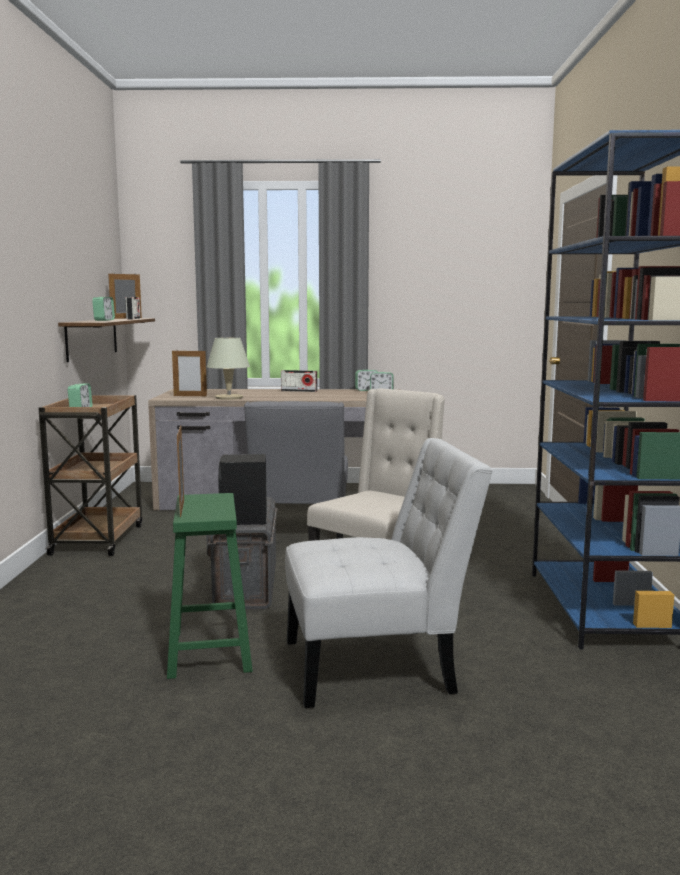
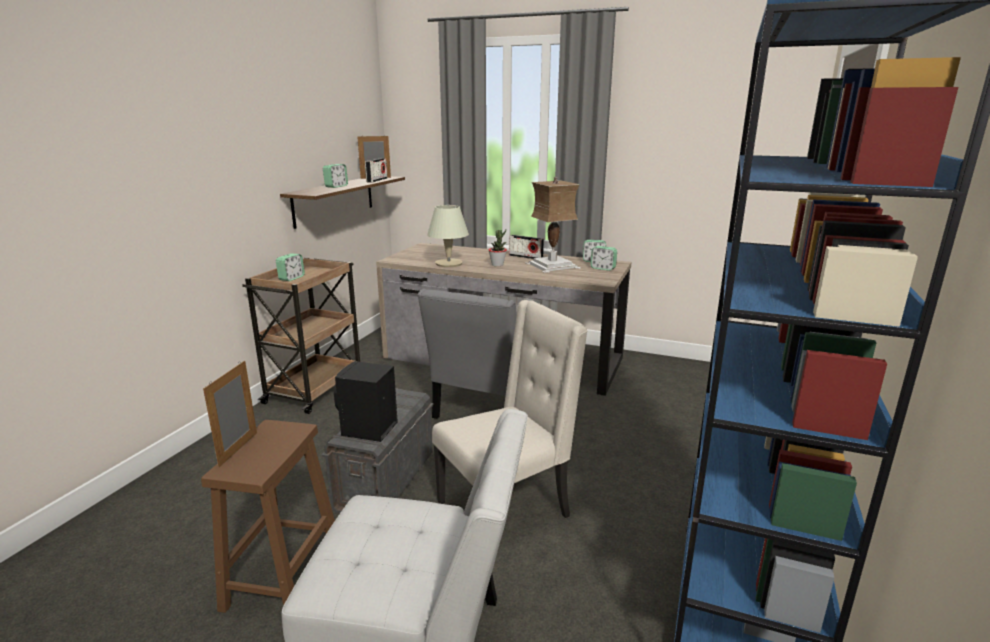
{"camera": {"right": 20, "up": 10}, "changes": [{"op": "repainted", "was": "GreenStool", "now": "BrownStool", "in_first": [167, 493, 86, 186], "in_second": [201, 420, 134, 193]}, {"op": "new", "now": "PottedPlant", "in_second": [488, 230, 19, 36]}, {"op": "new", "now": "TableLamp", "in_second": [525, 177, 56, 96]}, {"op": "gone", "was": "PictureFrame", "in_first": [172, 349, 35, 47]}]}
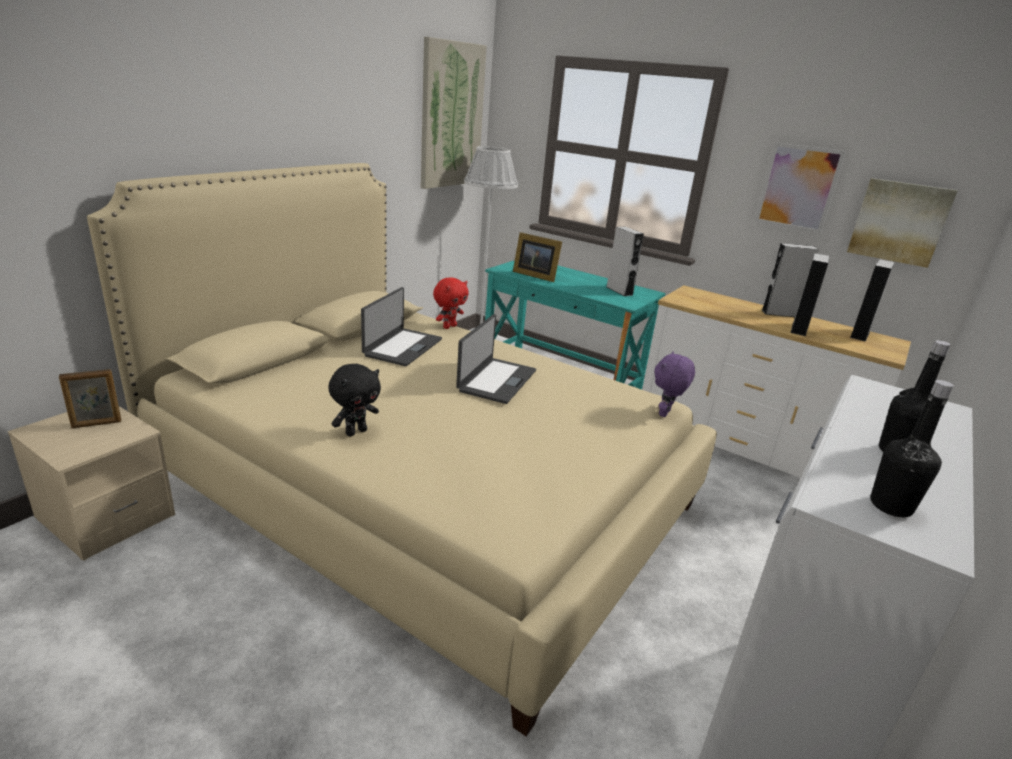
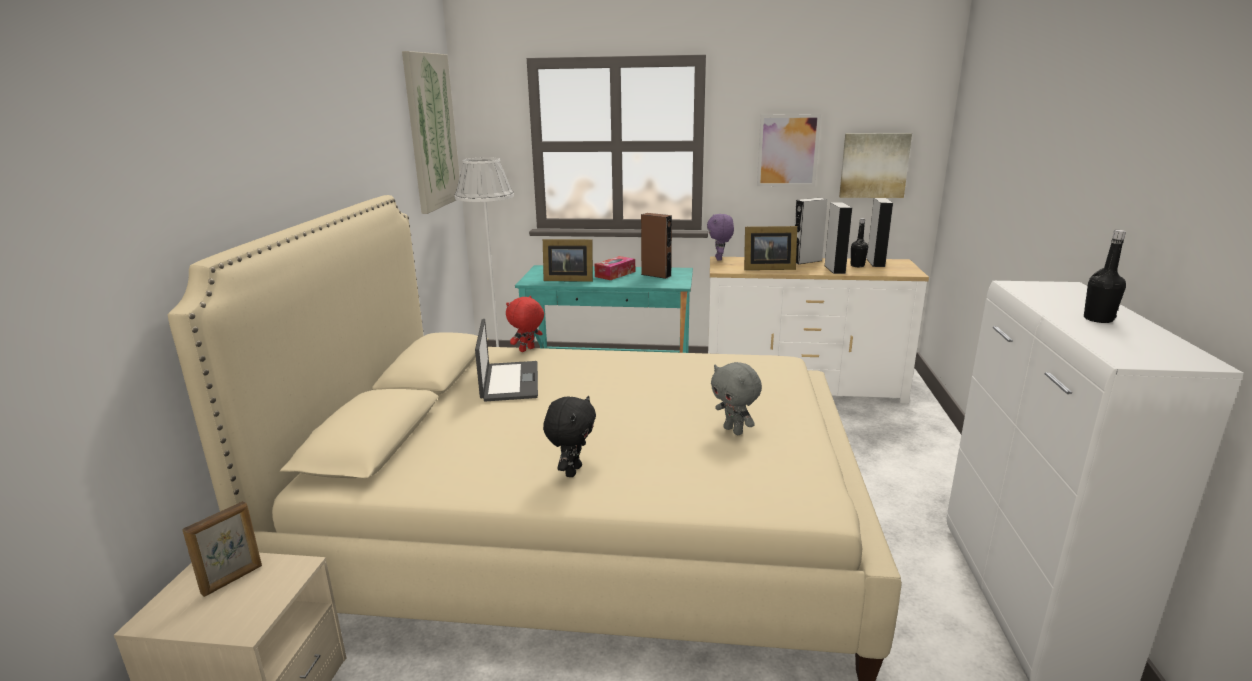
{"camera": {"right": -25, "up": -5}, "changes": [{"op": "rotated", "was": "RedCuddlyToy", "in_first": [433, 277, 36, 52], "in_second": [506, 296, 38, 56], "clockwise": -150}, {"op": "new", "now": "BoxOfTissues", "in_second": [594, 256, 41, 24]}, {"op": "repainted", "was": "GrayLoudspeaker", "now": "BrownLoudspeaker", "in_first": [607, 227, 37, 69], "in_second": [641, 213, 31, 66]}, {"op": "shifted", "was": "PurpleColouredCuddlyToy", "in_first": [654, 351, 41, 66], "in_second": [707, 214, 27, 47]}, {"op": "new", "now": "GrayCuddlyToy", "in_second": [711, 362, 51, 73]}, {"op": "new", "now": "PictureFrame", "in_second": [744, 226, 53, 44]}, {"op": "shifted", "was": "BlackColouredBottle", "in_first": [870, 380, 84, 137], "in_second": [851, 218, 17, 49]}, {"op": "gone", "was": "PortableComputer", "in_first": [456, 314, 80, 90]}]}
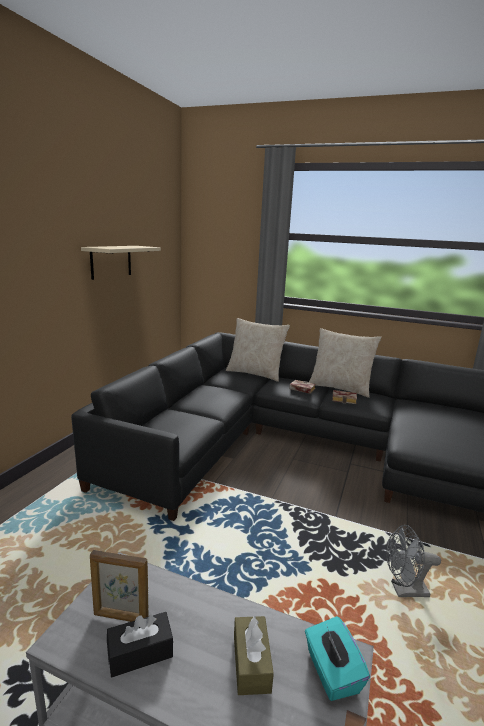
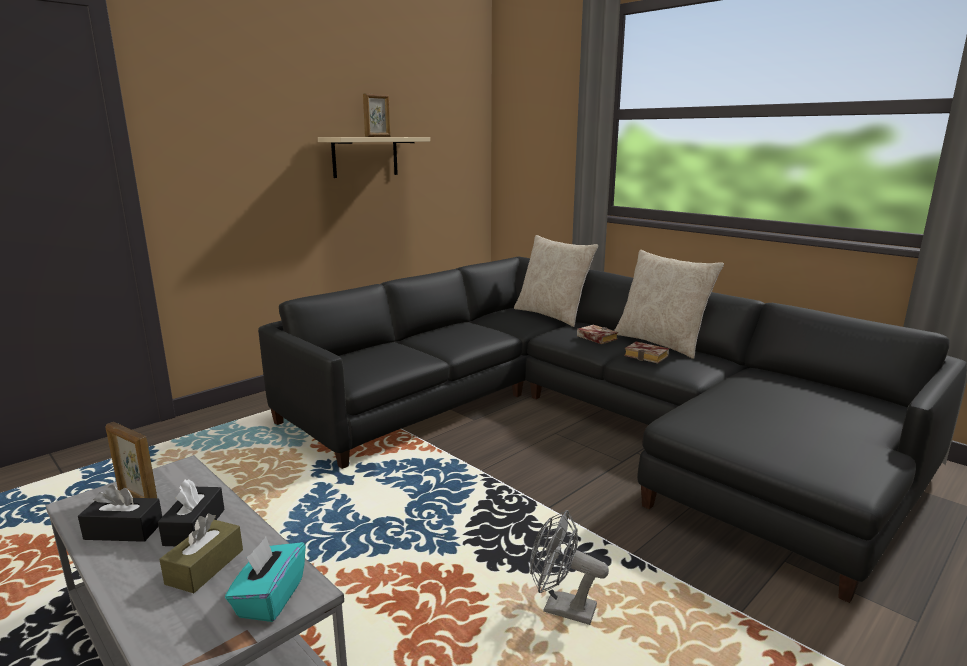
{"camera": {"right": 25, "up": 0}, "changes": [{"op": "new", "now": "BlackColouredBoxOfTissues", "in_second": [158, 479, 67, 67]}, {"op": "new", "now": "PictureFrame", "in_second": [363, 93, 28, 44]}]}
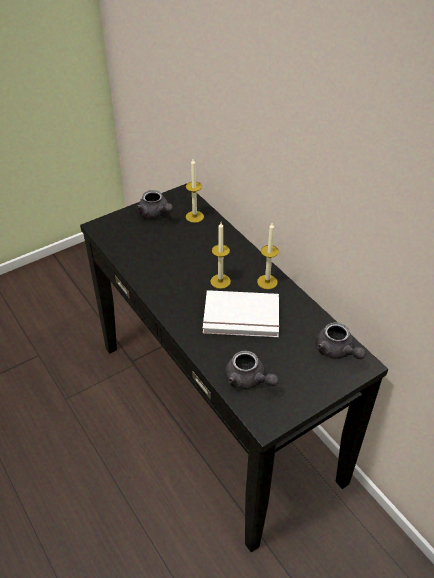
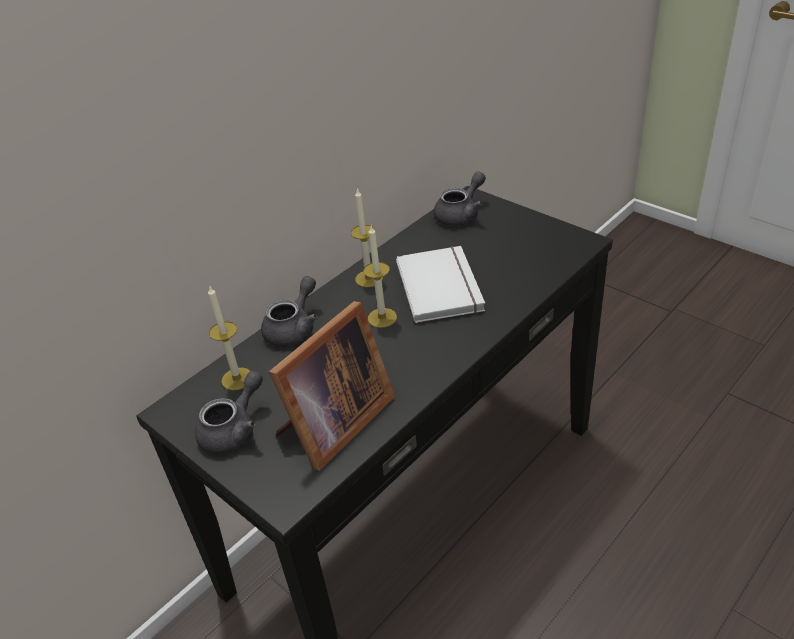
{"camera": {"right": -100, "up": -5}, "changes": [{"op": "shifted", "was": "GrayTeapot", "in_first": [225, 351, 54, 38], "in_second": [261, 276, 57, 71]}, {"op": "new", "now": "PictureFrame", "in_second": [269, 301, 126, 170]}]}
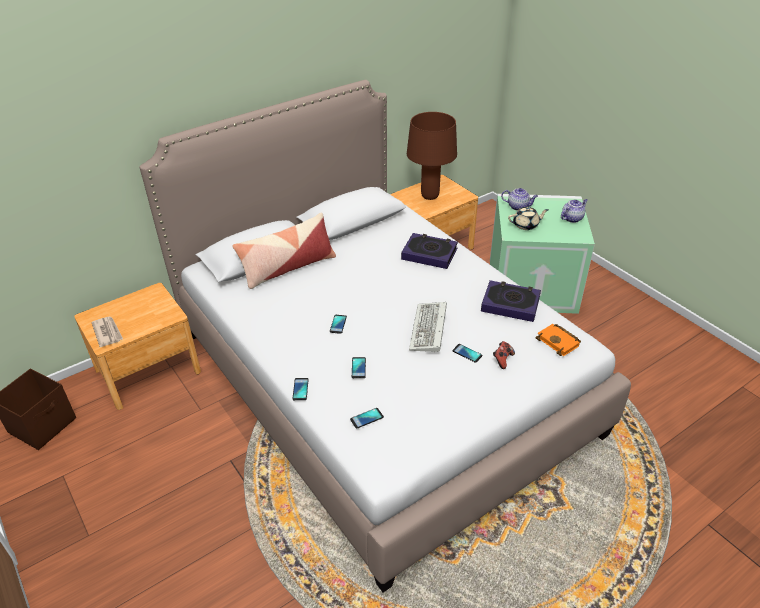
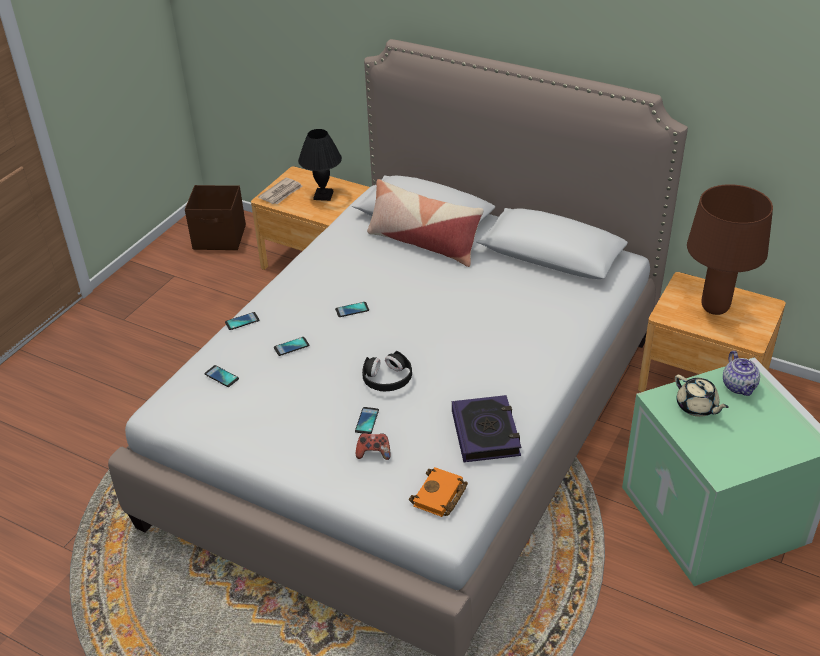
{"camera": {"right": 65, "up": 0}, "changes": [{"op": "new", "now": "BlackColouredTableLamp", "in_second": [298, 129, 44, 72]}, {"op": "swapped", "was": "ComputerKeyboard", "now": "BlackColouredHeadset", "in_first": [409, 302, 38, 50], "in_second": [362, 351, 50, 40]}, {"op": "gone", "was": "BoundBook", "in_first": [401, 233, 57, 36]}, {"op": "gone", "was": "Teapot", "in_first": [561, 199, 27, 24]}]}
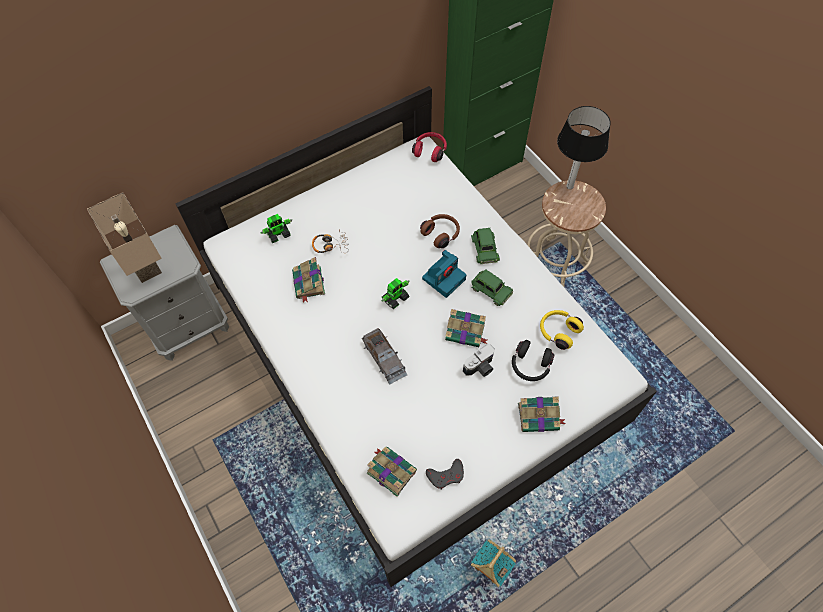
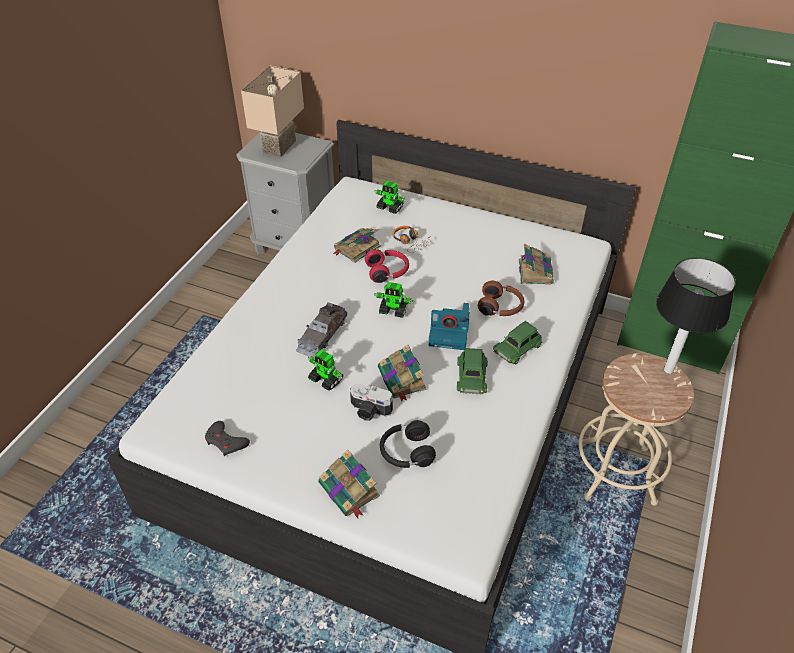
{"camera": {"right": 55, "up": -15}, "changes": [{"op": "new", "now": "RobotFigure", "in_second": [308, 349, 36, 42]}, {"op": "shifted", "was": "RedHeadset", "in_first": [412, 132, 35, 30], "in_second": [365, 249, 44, 34]}, {"op": "shifted", "was": "BoundBook", "in_first": [367, 447, 50, 50], "in_second": [519, 244, 35, 41]}, {"op": "gone", "was": "MiniatureHouse", "in_first": [471, 540, 45, 47]}, {"op": "gone", "was": "YellowishHeadset", "in_first": [540, 310, 44, 40]}]}
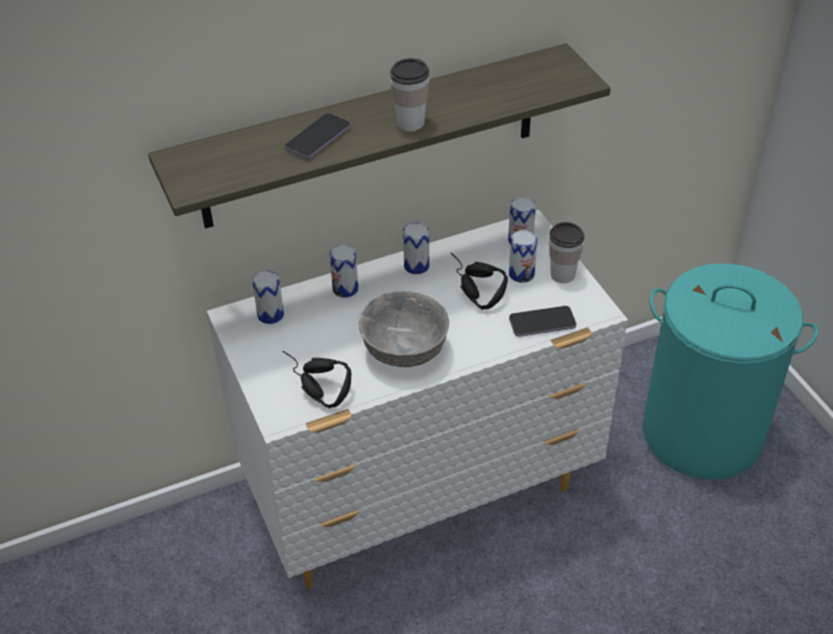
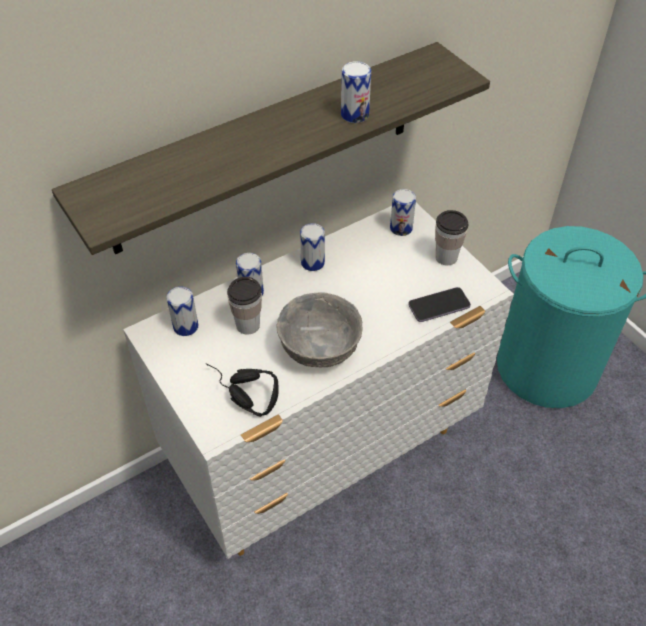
{"camera": {"right": -10, "up": 5}, "changes": [{"op": "shifted", "was": "DrinkingCup", "in_first": [390, 58, 39, 73], "in_second": [227, 277, 35, 57]}, {"op": "shifted", "was": "SealedCan", "in_first": [509, 230, 28, 53], "in_second": [341, 61, 30, 62]}, {"op": "gone", "was": "Telephone", "in_first": [285, 113, 66, 46]}, {"op": "gone", "was": "BlackColouredHeadset", "in_first": [451, 253, 57, 56]}]}
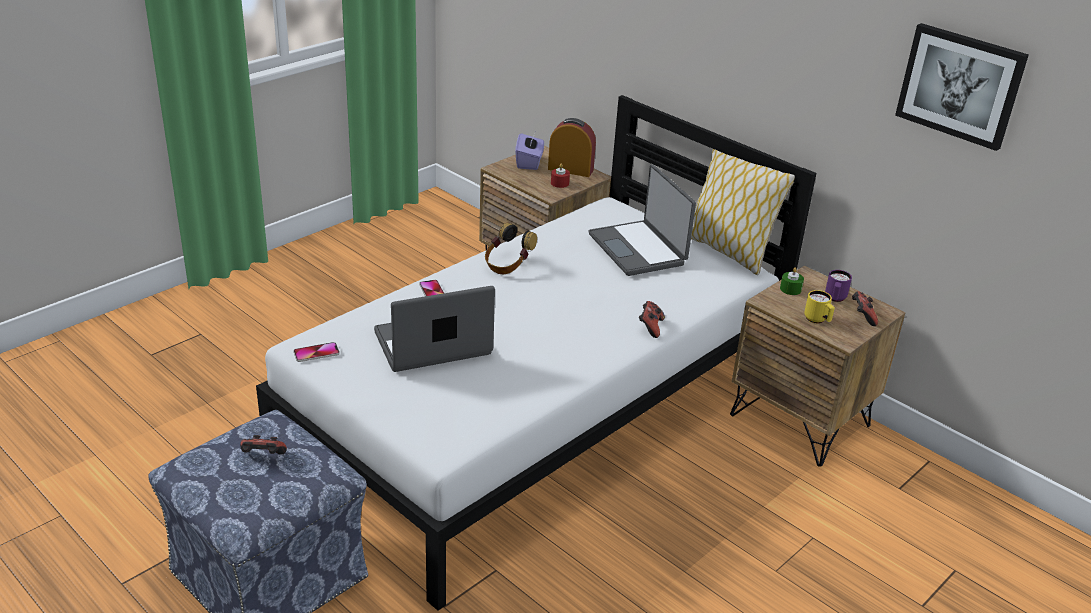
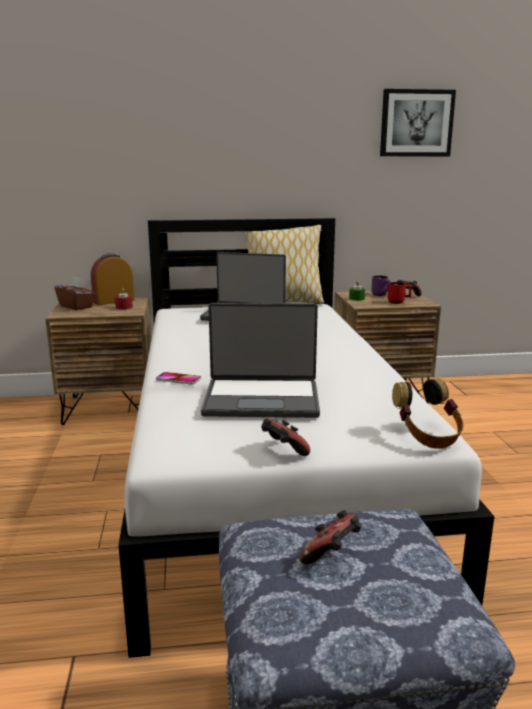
{"camera": {"right": -50, "up": -15}, "changes": [{"op": "repainted", "was": "PurpleColouredBoxOfTissues", "now": "BrownBoxOfTissues", "in_first": [516, 133, 28, 37], "in_second": [55, 277, 40, 33]}, {"op": "rotated", "was": "PortableComputer", "in_first": [374, 286, 121, 86], "in_second": [201, 303, 119, 115], "clockwise": -105}, {"op": "shifted", "was": "Gamepad", "in_first": [639, 301, 26, 37], "in_second": [261, 418, 49, 38]}, {"op": "repainted", "was": "YellowishCoffeeMug", "now": "RedCoffeeMug", "in_first": [804, 290, 31, 33], "in_second": [388, 282, 24, 22]}, {"op": "shifted", "was": "Headset", "in_first": [485, 222, 52, 52], "in_second": [392, 378, 71, 71]}, {"op": "gone", "was": "Telephone", "in_first": [294, 342, 46, 20]}]}
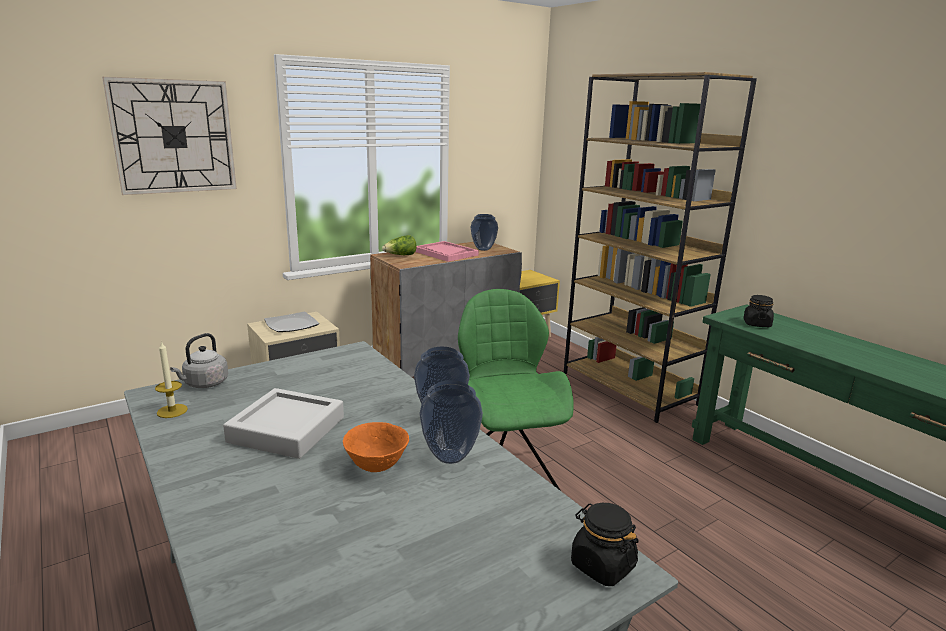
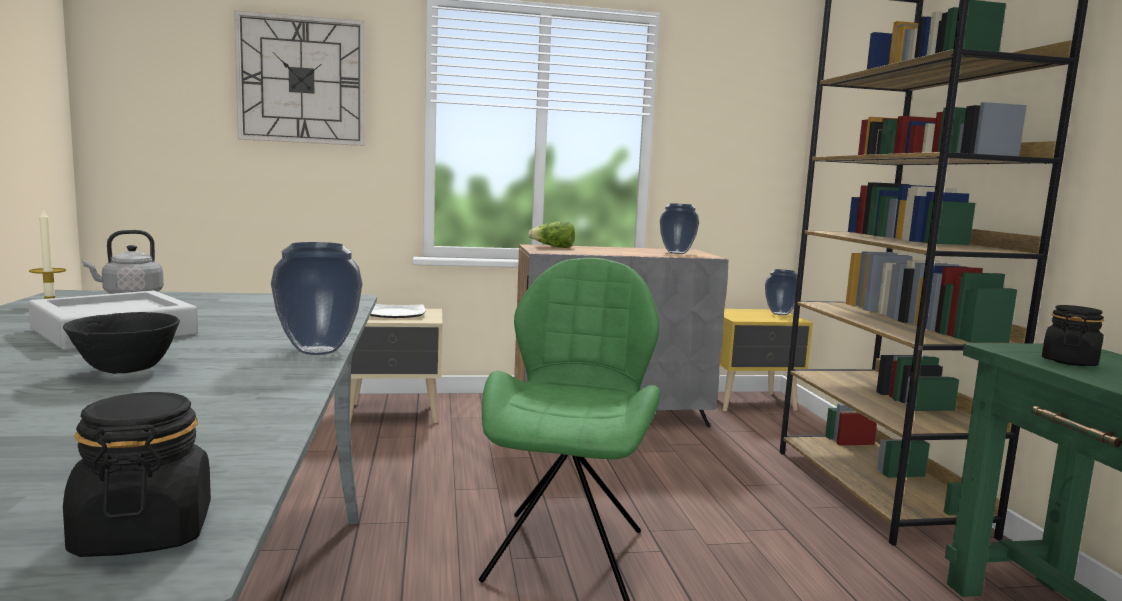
{"camera": {"right": 25, "up": -10}, "changes": [{"op": "repainted", "was": "OrangeDeepDish", "now": "BlackColouredDeepDish", "in_first": [343, 422, 66, 50], "in_second": [63, 312, 117, 62]}, {"op": "shifted", "was": "DecorativeVase", "in_first": [419, 380, 64, 84], "in_second": [765, 269, 33, 46]}, {"op": "gone", "was": "PinkishTray", "in_first": [415, 241, 64, 21]}]}
